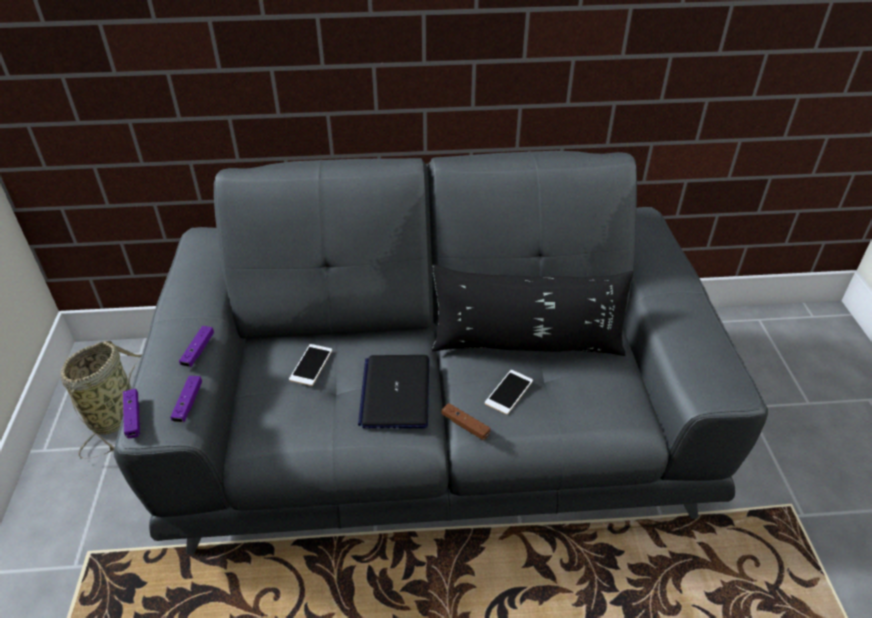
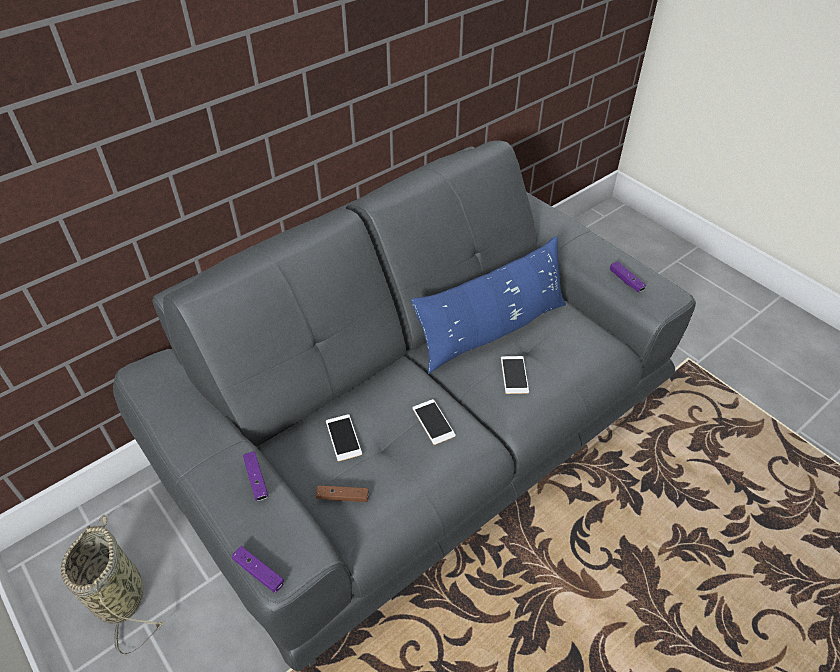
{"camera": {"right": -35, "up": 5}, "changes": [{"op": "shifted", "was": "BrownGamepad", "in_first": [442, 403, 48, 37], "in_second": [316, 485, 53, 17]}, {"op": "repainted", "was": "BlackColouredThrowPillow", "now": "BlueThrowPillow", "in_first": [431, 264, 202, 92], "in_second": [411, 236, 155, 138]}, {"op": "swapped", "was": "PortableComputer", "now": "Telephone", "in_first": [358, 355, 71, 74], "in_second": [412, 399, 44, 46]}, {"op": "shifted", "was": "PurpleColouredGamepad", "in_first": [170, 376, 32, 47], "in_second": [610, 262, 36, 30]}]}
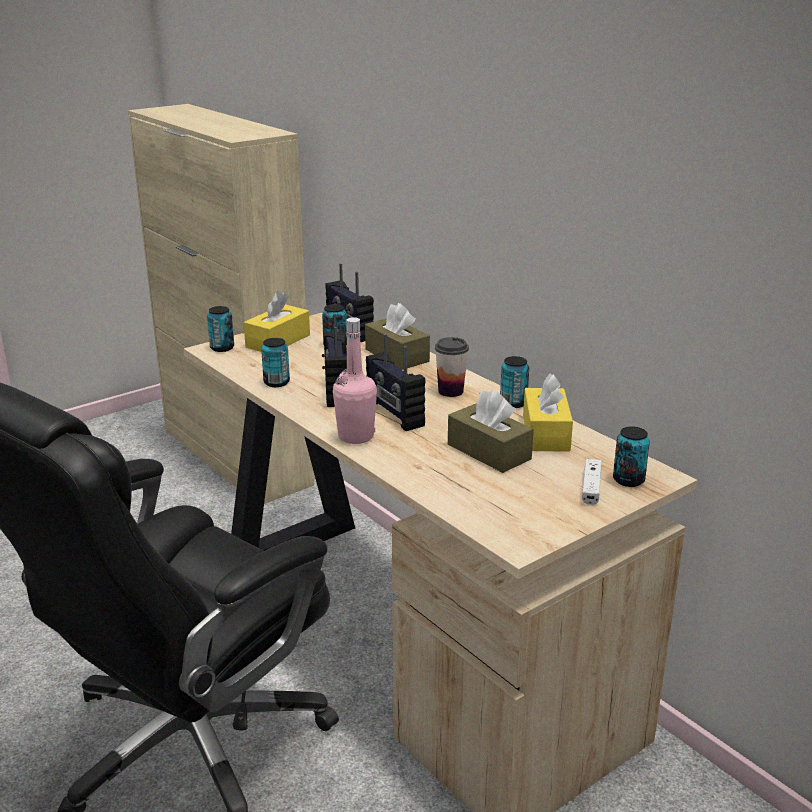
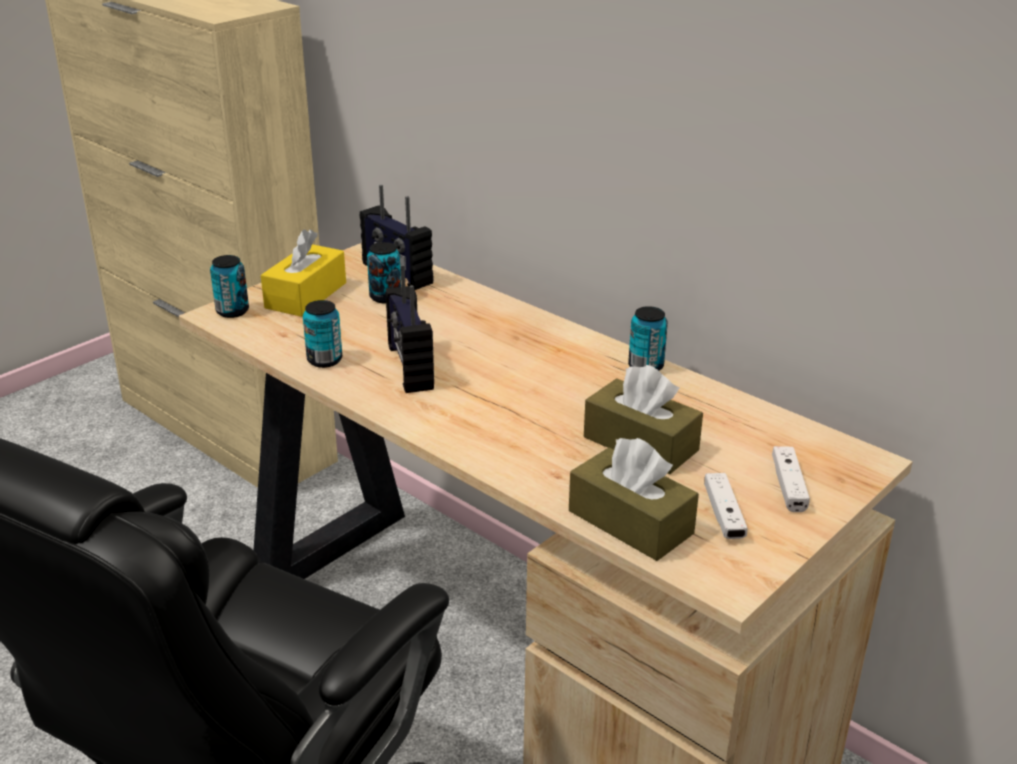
{"camera": {"right": -10, "up": 5}, "changes": [{"op": "shifted", "was": "BrownBoxOfTissues", "in_first": [365, 303, 65, 67], "in_second": [569, 438, 130, 123]}, {"op": "new", "now": "WhitishGamepad", "in_second": [704, 473, 44, 66]}, {"op": "gone", "was": "PinkishBottle", "in_first": [333, 317, 44, 127]}, {"op": "gone", "was": "Radio", "in_first": [366, 334, 60, 97]}, {"op": "gone", "was": "DrinkingCup", "in_first": [435, 337, 34, 60]}, {"op": "gone", "was": "YellowishBoxOfTissues", "in_first": [523, 374, 50, 78]}, {"op": "gone", "was": "SealedCan", "in_first": [613, 426, 37, 61]}]}
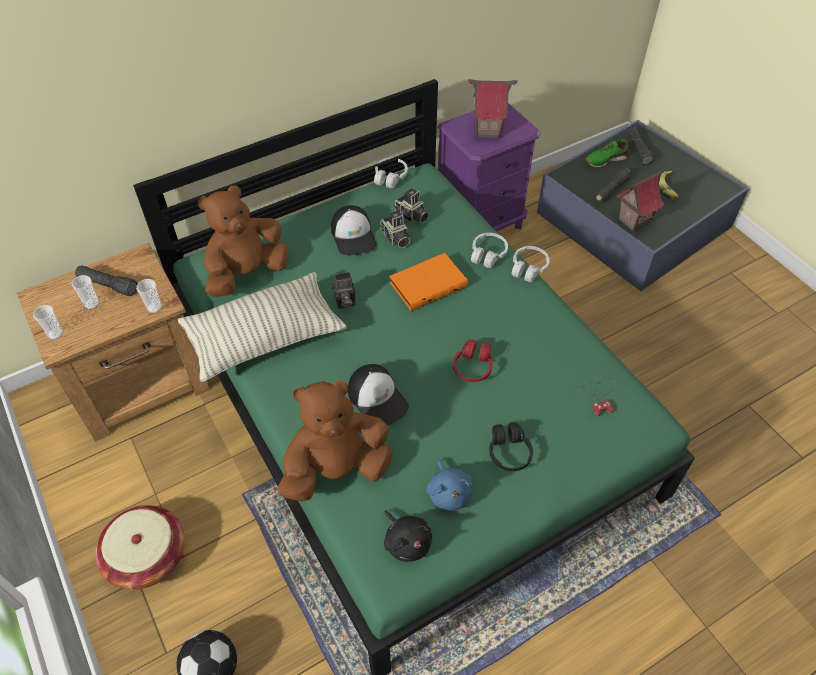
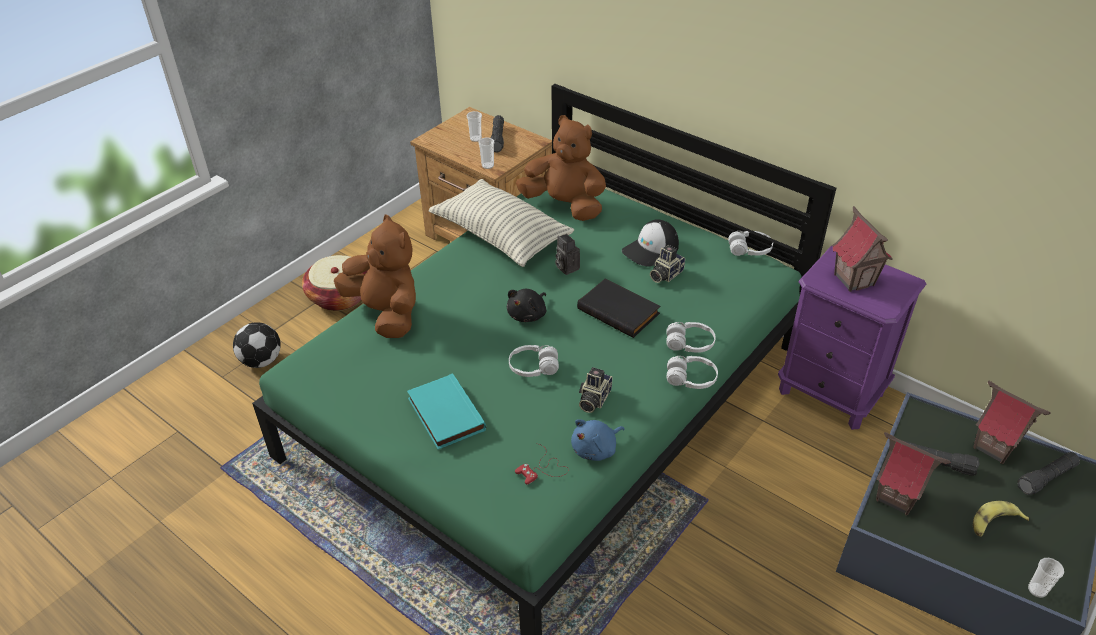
{"camera": {"right": 70, "up": -10}, "changes": [{"op": "swapped", "was": "BlackColouredHeadset", "now": "BlueGreenBoundBook", "in_first": [489, 422, 44, 49], "in_second": [407, 373, 79, 76]}, {"op": "shifted", "was": "BlackColouredCuddlyToy", "in_first": [384, 510, 48, 52], "in_second": [507, 289, 39, 33]}, {"op": "repainted", "was": "RedHeadset", "now": "WhitishHeadset", "in_first": [453, 339, 40, 43], "in_second": [509, 345, 50, 32]}, {"op": "shifted", "was": "BlueCuddlyToy", "in_first": [426, 459, 47, 52], "in_second": [571, 419, 54, 42]}, {"op": "repainted", "was": "OrangeBoundBook", "now": "BlackColouredBoundBook", "in_first": [389, 253, 79, 58], "in_second": [577, 278, 83, 60]}, {"op": "shifted", "was": "PhotoCamera", "in_first": [394, 188, 35, 35], "in_second": [579, 367, 33, 46]}, {"op": "swapped", "was": "GreenLowShoe", "now": "MiniatureHouse", "in_first": [586, 139, 43, 29], "in_second": [973, 381, 77, 83]}, {"op": "shifted", "was": "DrinkingCup", "in_first": [33, 305, 30, 35], "in_second": [1028, 558, 36, 40]}, {"op": "gone", "was": "Cap", "in_first": [348, 364, 61, 61]}]}
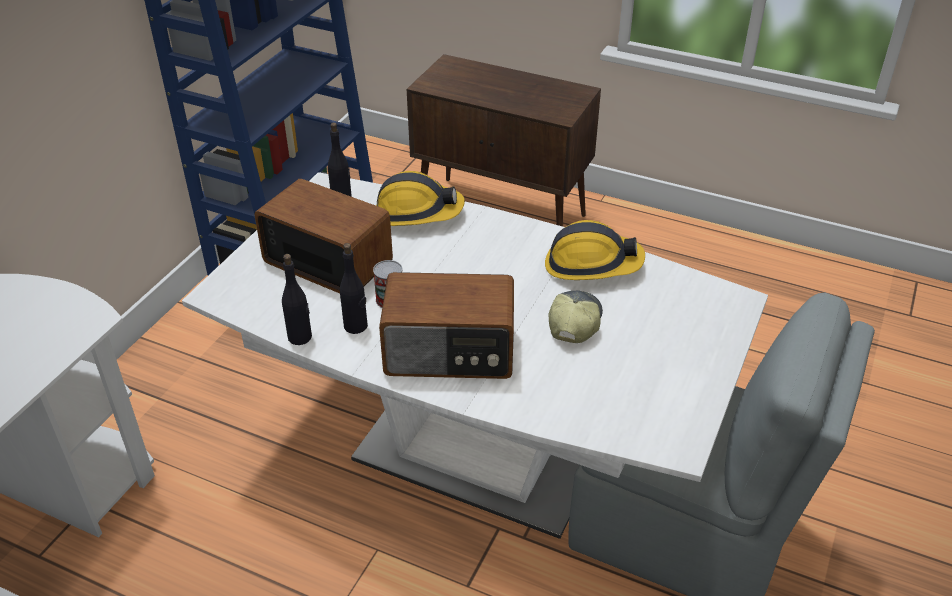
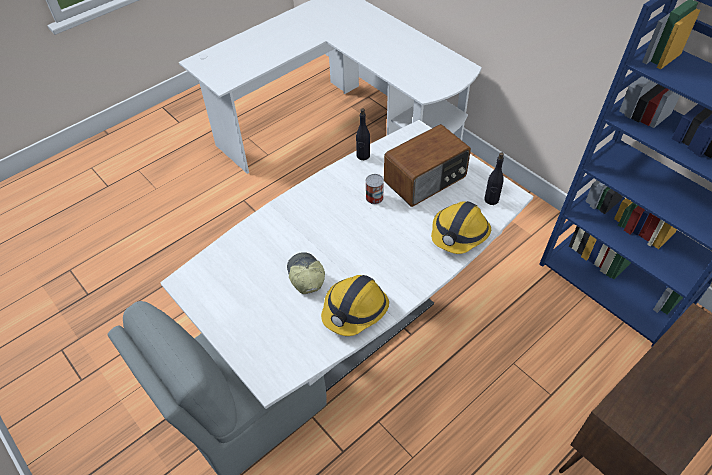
{"camera": {"right": 115, "up": 10}, "changes": [{"op": "rotated", "was": "Cap", "in_first": [548, 291, 55, 53], "in_second": [287, 252, 38, 42], "clockwise": -150}, {"op": "gone", "was": "BlackColouredBottle", "in_first": [340, 243, 28, 91]}, {"op": "gone", "was": "Radio", "in_first": [379, 272, 135, 107]}]}
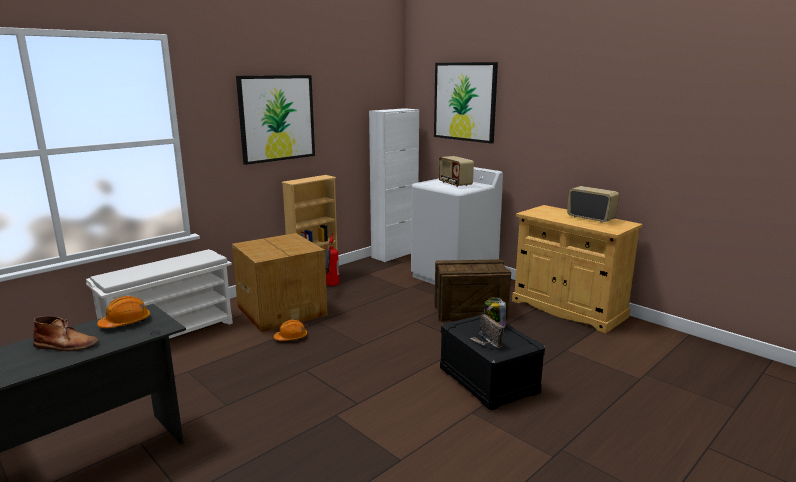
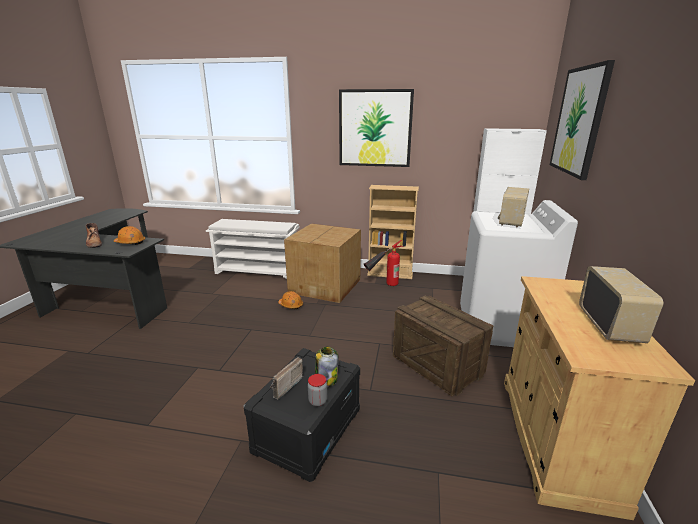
{"camera": {"right": 55, "up": 5}, "changes": [{"op": "new", "now": "StorageJar", "in_second": [308, 374, 19, 32]}]}
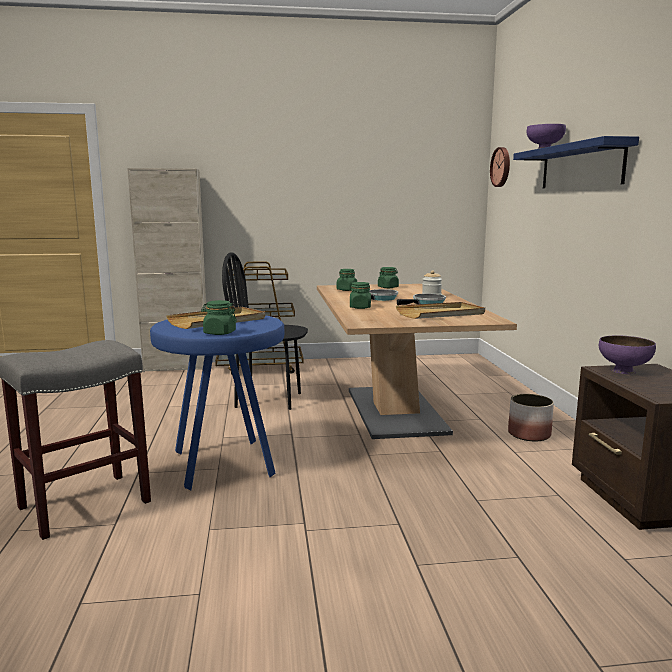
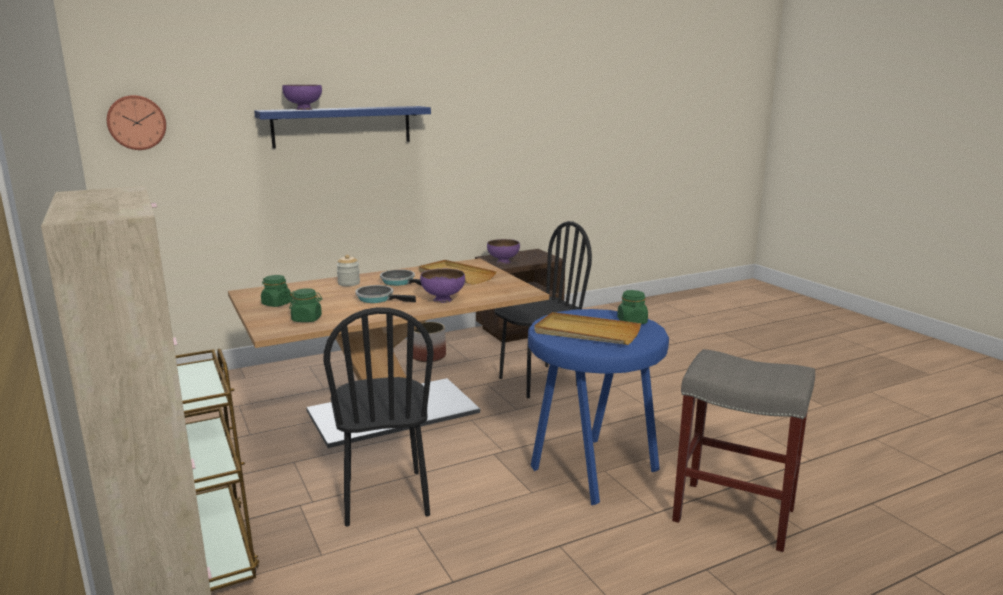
{"camera": {"right": -110, "up": 5}, "changes": [{"op": "swapped", "was": "GreenStorageJar", "now": "PurpleColouredDeepDish", "in_first": [350, 282, 21, 27], "in_second": [420, 269, 45, 34]}, {"op": "new", "now": "BlackColouredChair", "in_second": [495, 221, 97, 177]}]}
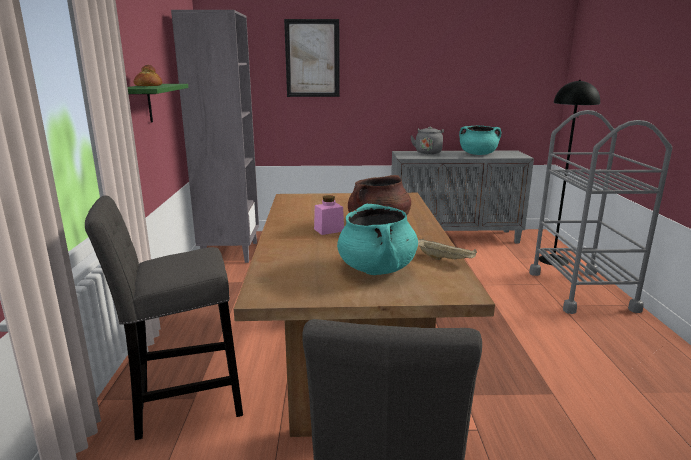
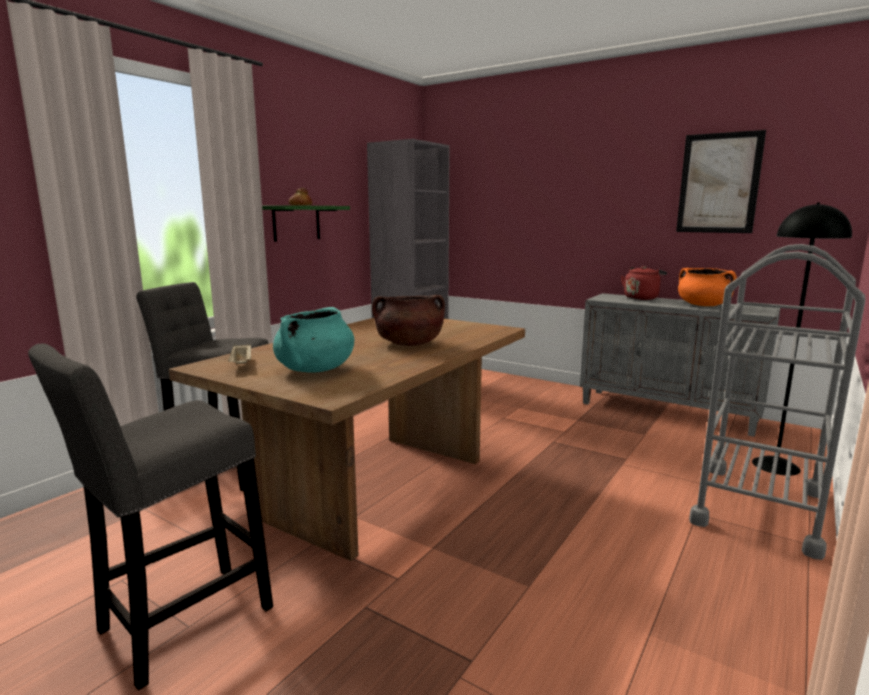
{"camera": {"right": 35, "up": -5}, "changes": [{"op": "shifted", "was": "BeigeTray", "in_first": [418, 239, 59, 21], "in_second": [228, 344, 23, 20]}, {"op": "repainted", "was": "GrayWaterKettle", "now": "RedWaterKettle", "in_first": [410, 127, 34, 27], "in_second": [621, 266, 46, 34]}, {"op": "shifted", "was": "WallArt", "in_first": [284, 19, 56, 78], "in_second": [676, 130, 90, 103]}, {"op": "repainted", "was": "BlueGreenSaucepot", "now": "OrangeSaucepot", "in_first": [459, 125, 42, 30], "in_second": [678, 268, 59, 38]}, {"op": "gone", "was": "PinkishStorageJar", "in_first": [314, 195, 30, 40]}]}
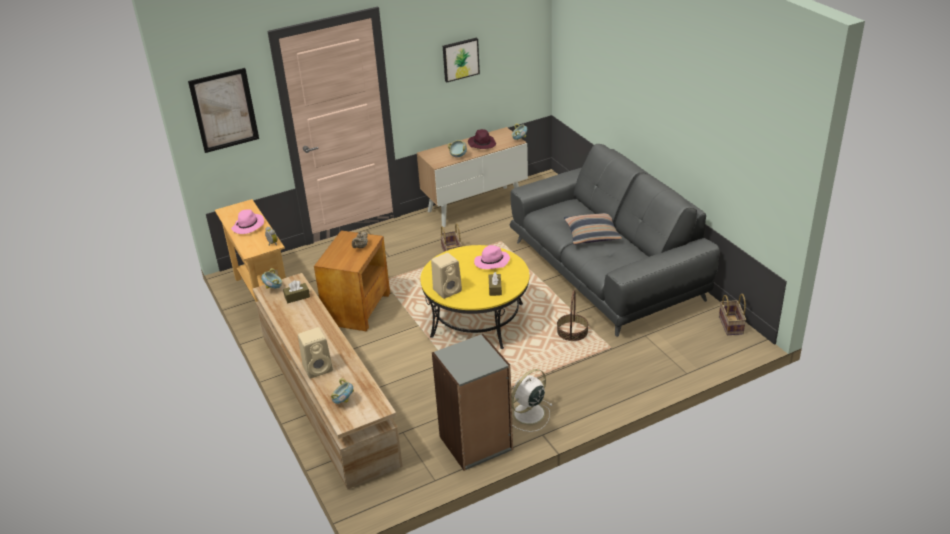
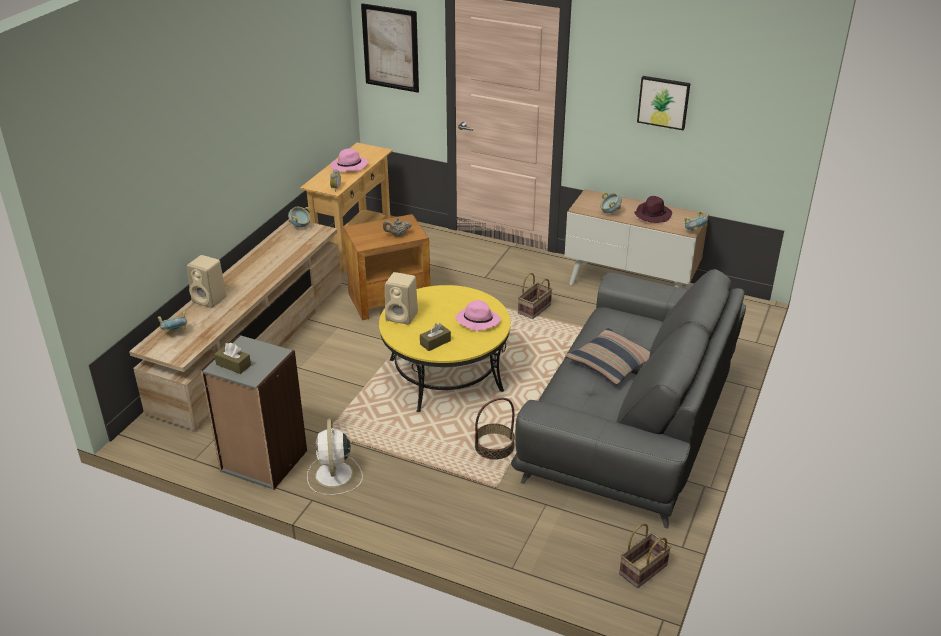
{"camera": {"right": 50, "up": 0}, "changes": [{"op": "shifted", "was": "BrownBoxOfTissues", "in_first": [283, 280, 27, 23], "in_second": [214, 343, 37, 31]}, {"op": "rotated", "was": "WhitishElectricFan", "in_first": [511, 369, 41, 63], "in_second": [307, 419, 56, 76], "clockwise": -105}]}
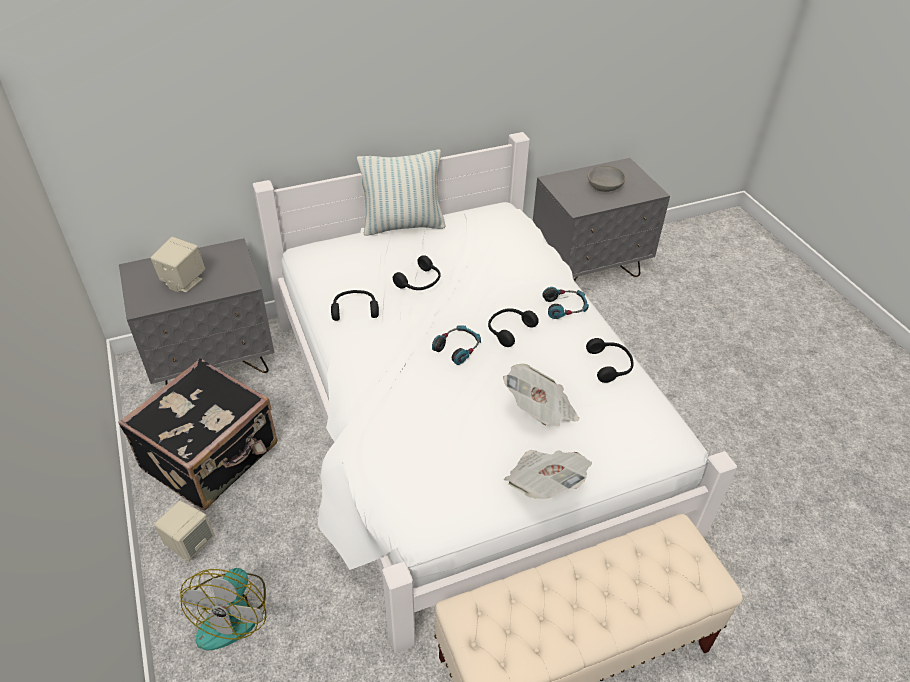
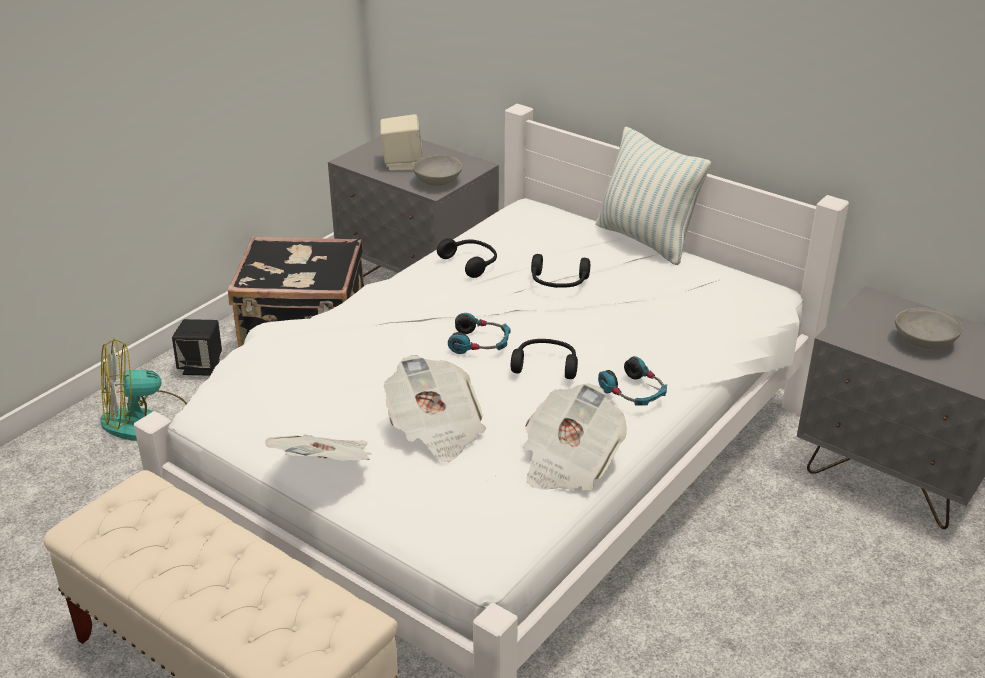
{"camera": {"right": 60, "up": -10}, "changes": [{"op": "repainted", "was": "BeigeLoudspeaker", "now": "BlackColouredLoudspeaker", "in_first": [154, 500, 61, 62], "in_second": [172, 319, 50, 57]}, {"op": "new", "now": "GrayDeepDish", "in_second": [413, 155, 49, 31]}, {"op": "swapped", "was": "BlackColouredHeadset", "now": "PrintedPaper", "in_first": [586, 338, 47, 45], "in_second": [523, 383, 104, 107]}]}
